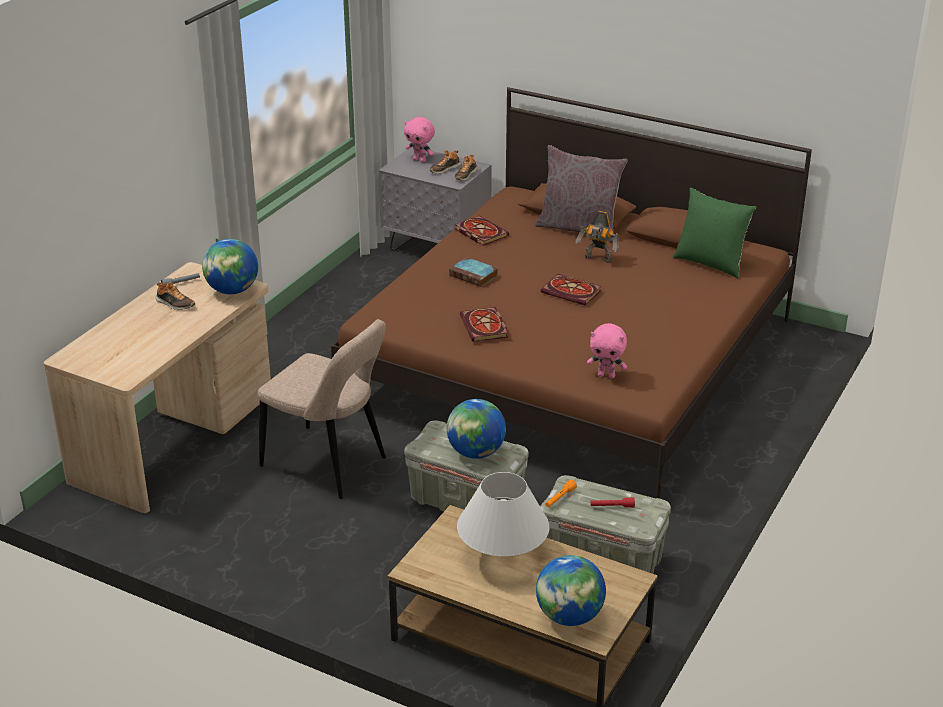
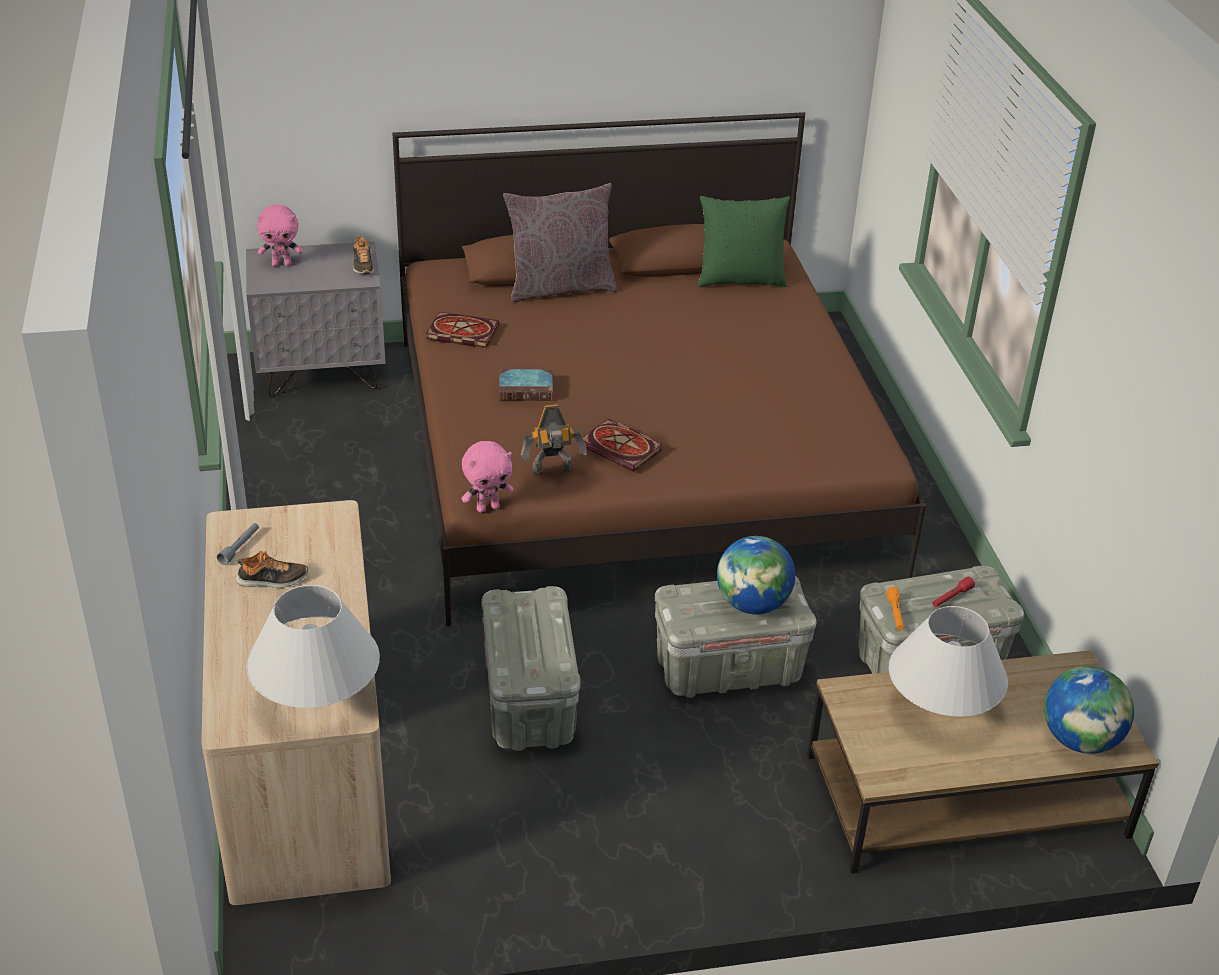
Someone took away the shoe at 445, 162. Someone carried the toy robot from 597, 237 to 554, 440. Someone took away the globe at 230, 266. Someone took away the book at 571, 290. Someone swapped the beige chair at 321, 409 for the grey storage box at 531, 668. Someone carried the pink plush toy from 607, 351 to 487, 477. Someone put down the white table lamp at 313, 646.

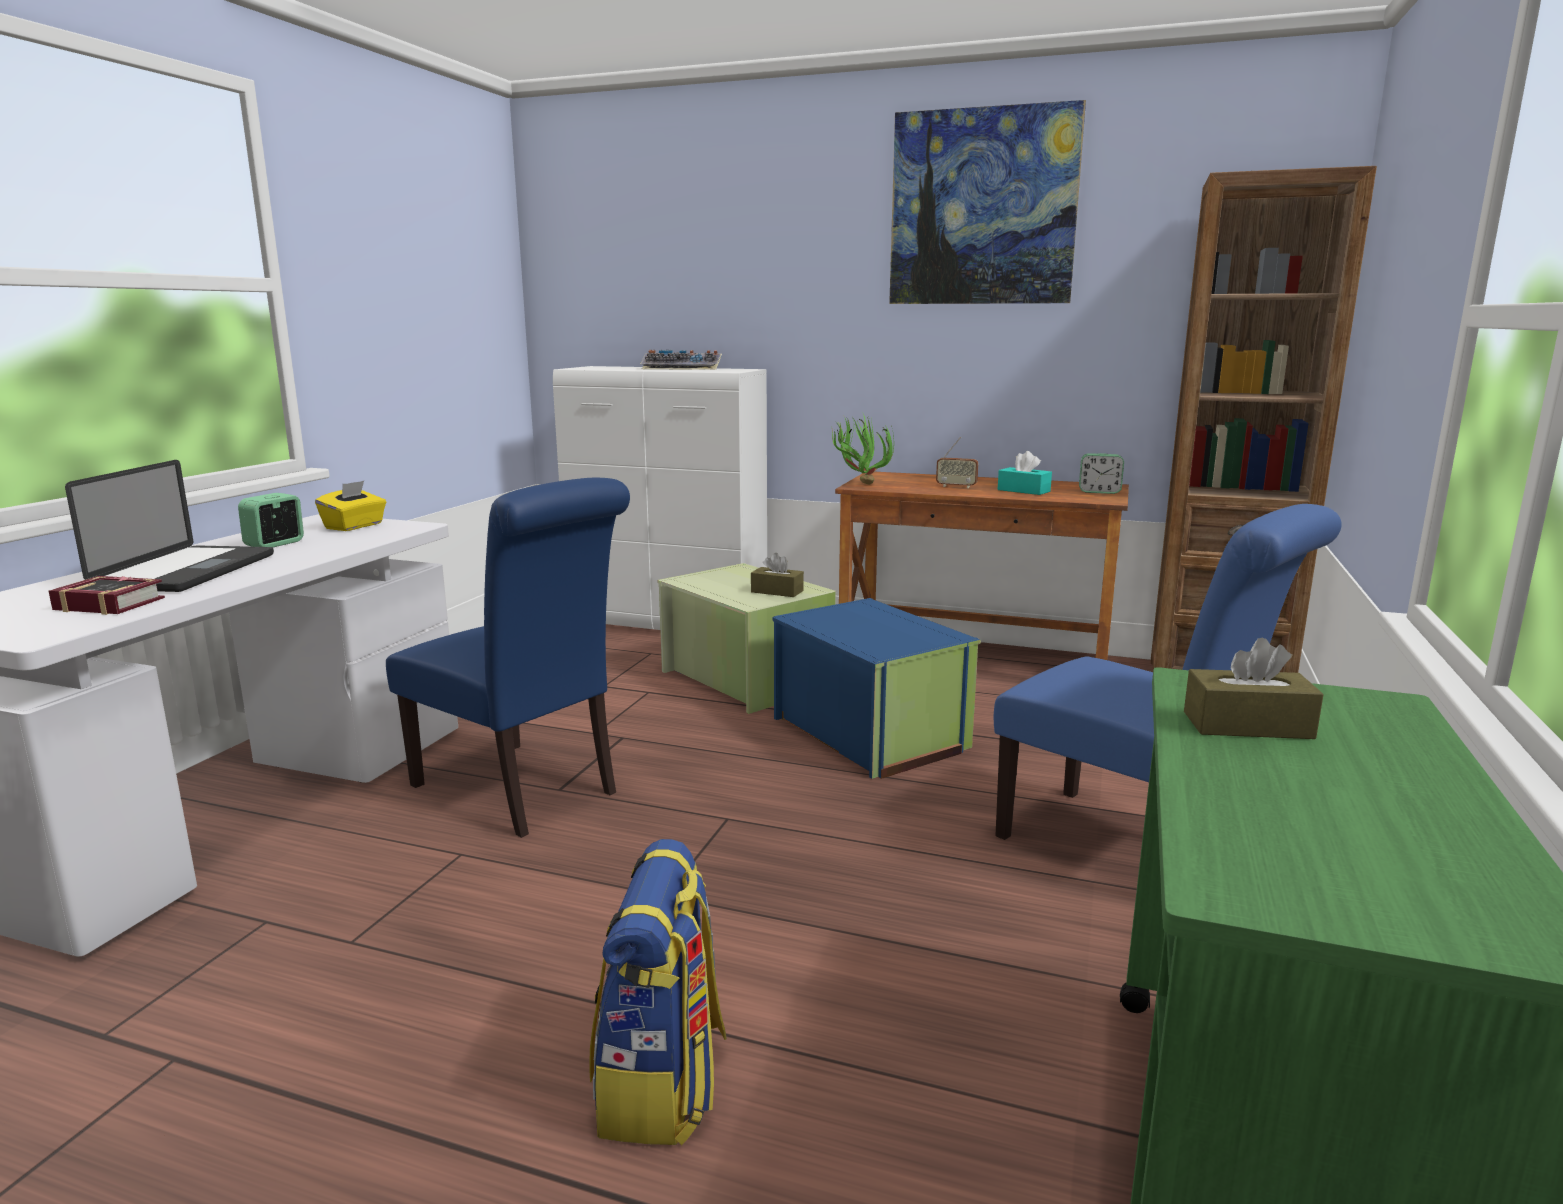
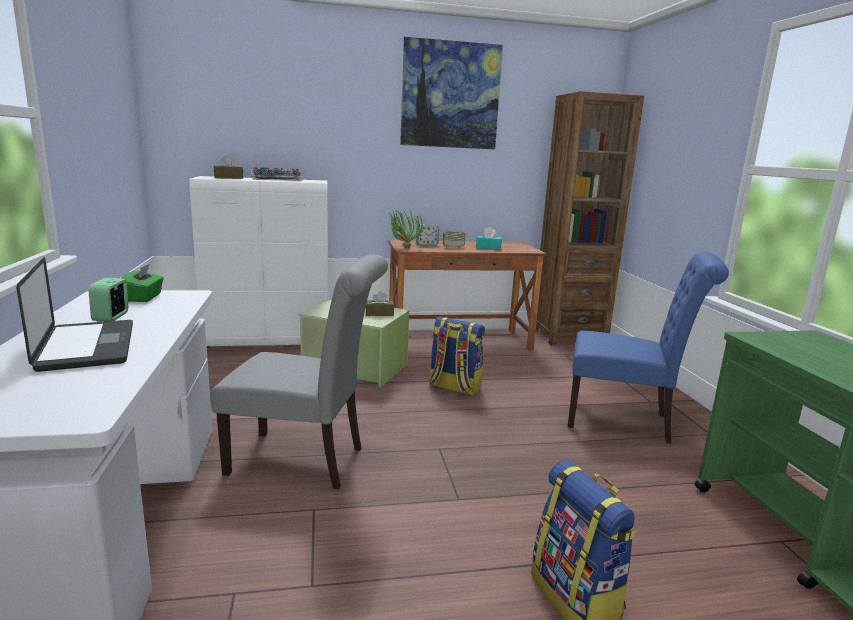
Someone carried the alarm clock from 1101, 473 to 427, 234. Someone repainted the blue chair at 508, 658, which became the grey chair at 299, 372. Someone repainted the yellow tissue box at 350, 506, which became the green tissue box at 142, 283. Someone took away the book at 107, 595. Someone swapped the blue storage box at 876, 688 for the backpack at 457, 356. Someone carried the brown tissue box from 1254, 688 to 228, 167.

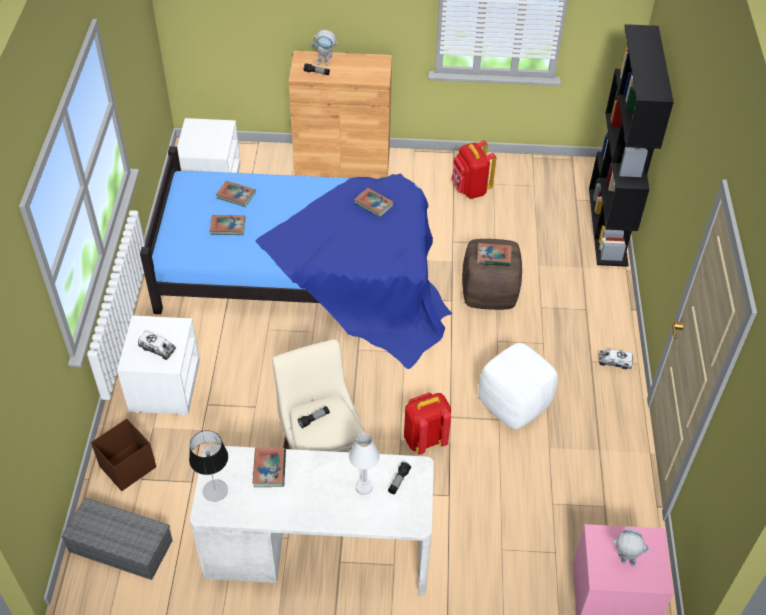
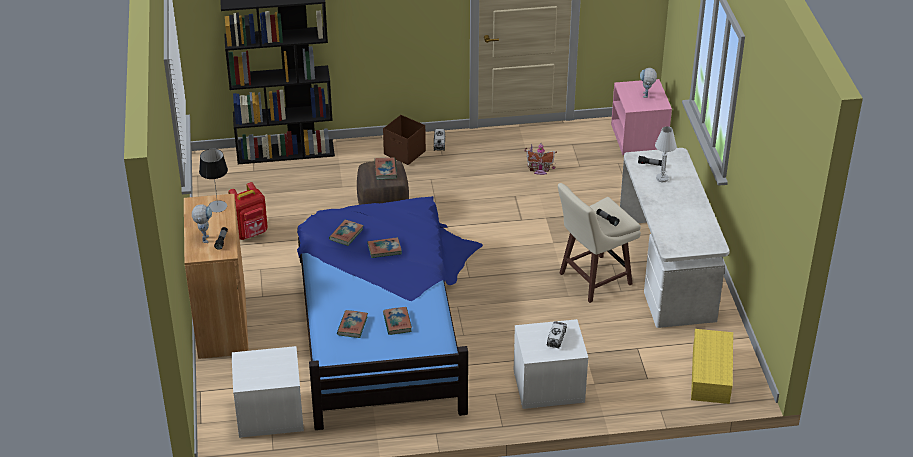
Someone took away the white ottoman at 518, 386. Someone took away the red backpack at 427, 424. Someone carried the brown storage box from 123, 455 to 404, 140. Someone carried the table lamp from 208, 466 to 213, 180. Someone carried the book from 269, 467 to 385, 247. Someone repainted the grey storage box at 117, 538, which became the yellow storage box at 712, 366. Someone put down the toy house at 540, 159.

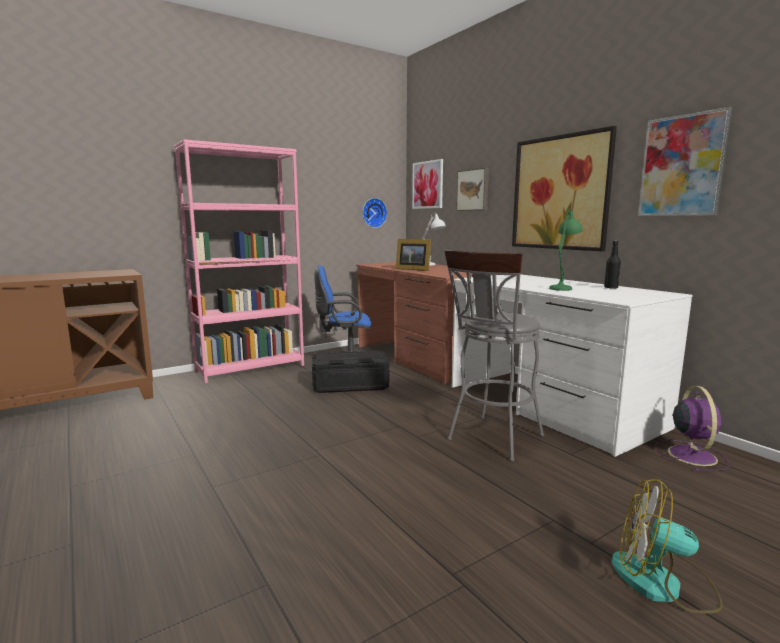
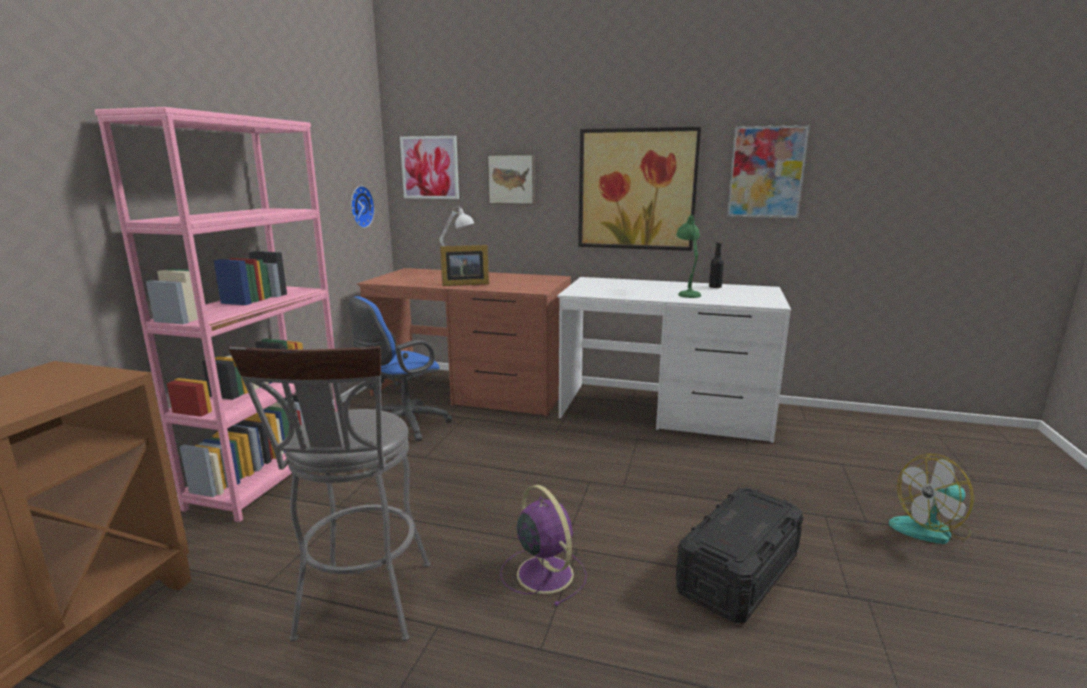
Someone carried the grey stool from 494, 356 to 329, 494. Someone carried the black storage box from 351, 371 to 739, 555. Someone carried the purple fan from 692, 428 to 543, 545.

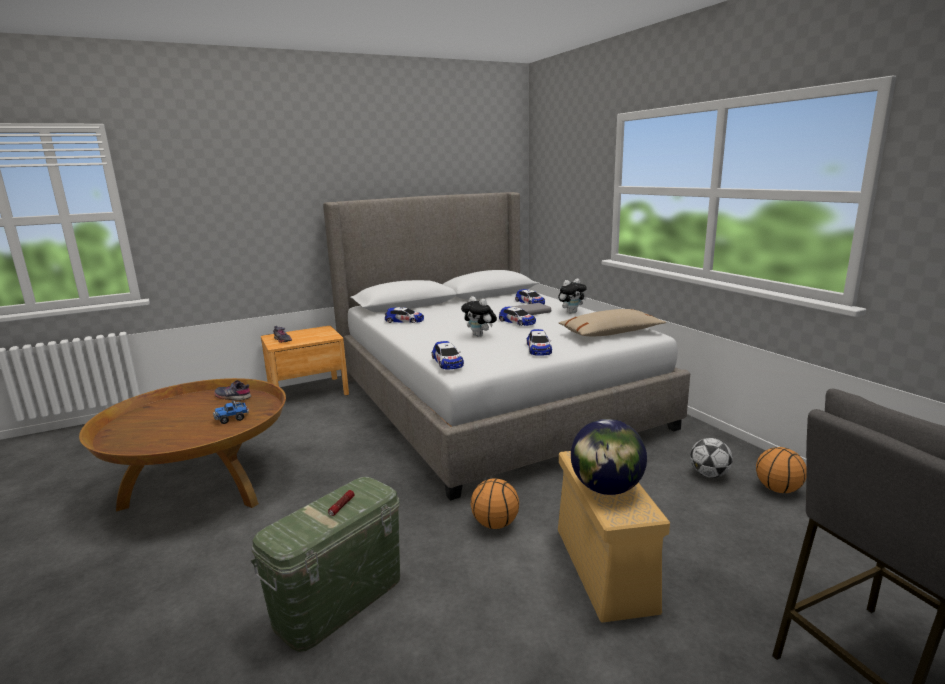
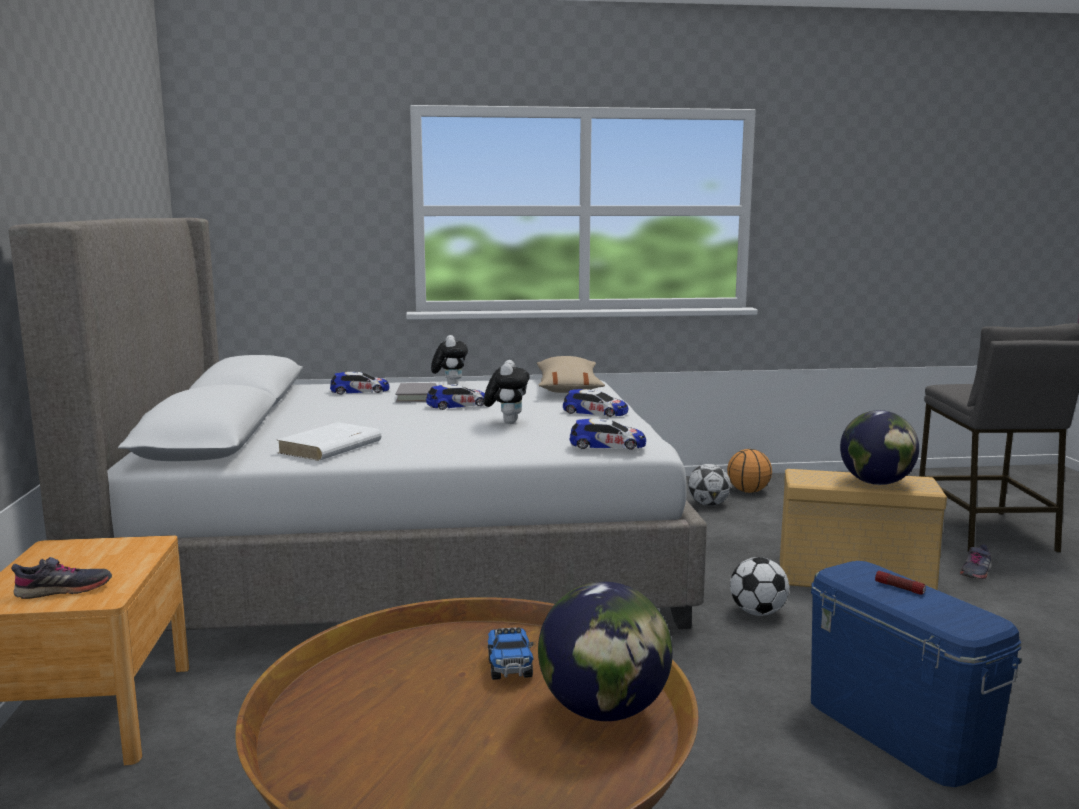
Someone rotated the plush toy at 479, 316 by 60 degrees counterclockwise. Someone swapped the toy car at 404, 315 for the white book at 329, 441. Someone carried the grey shoe from 232, 390 to 976, 561. Someone repainted the green storage box at 325, 564, which became the blue storage box at 916, 674. Someone swapped the basketball at 495, 503 for the football at 759, 586. Someone put down the globe at 605, 651.

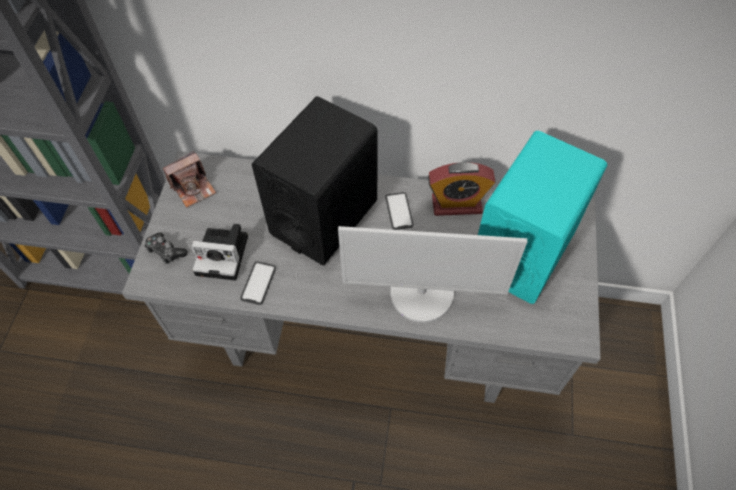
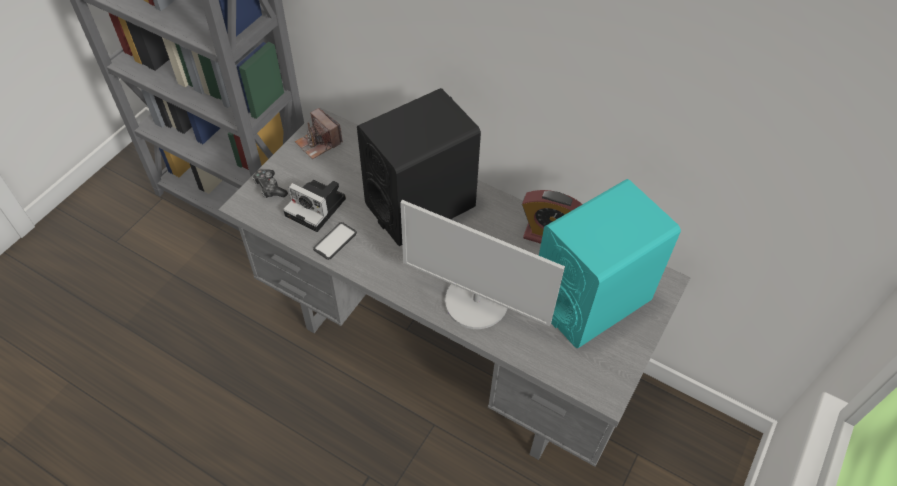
Someone rotated the photo camera at 189, 179 by 60 degrees clockwise. Someone took away the phone at 399, 211.

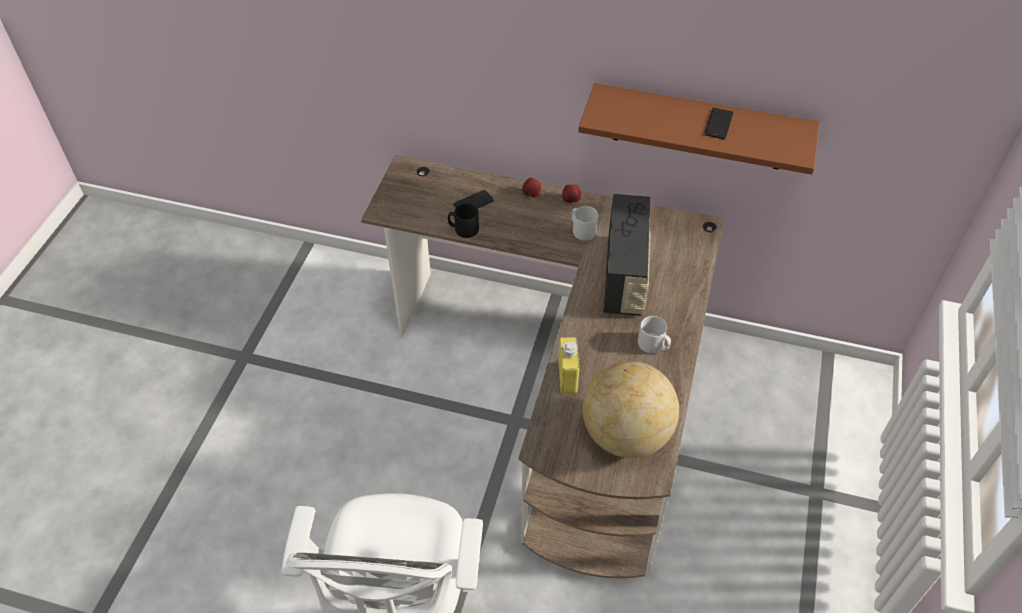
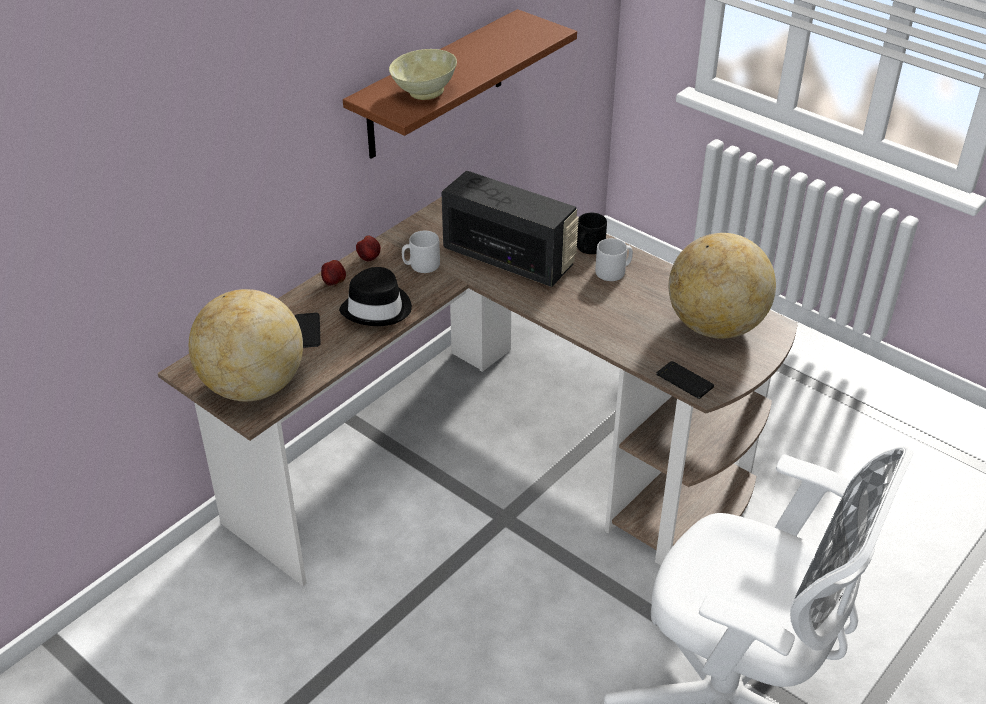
Someone carried the phone from 718, 123 to 685, 380. Someone carried the black mug from 463, 220 to 592, 233. Someone took away the yellow bottle at 568, 365. Someone put down the beige bowl at 423, 74. Someone put down the black hat at 375, 296. Someone put down the globe at 246, 345.

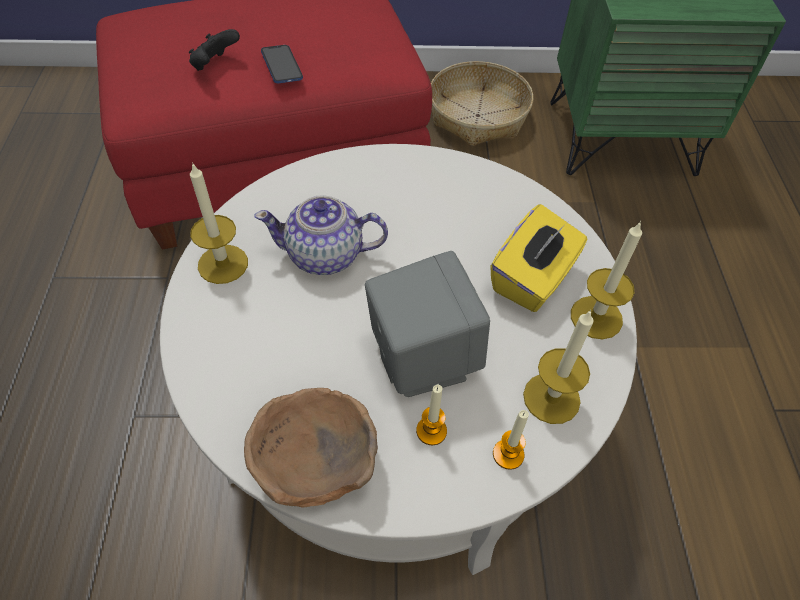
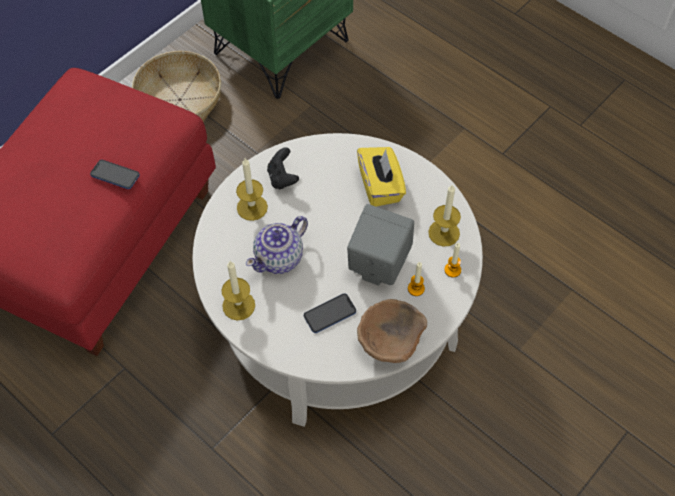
Someone carried the black game controller from 214, 50 to 283, 168. Someone carried the candle from 606, 280 to 252, 189. Someone put down the phone at 330, 313.

